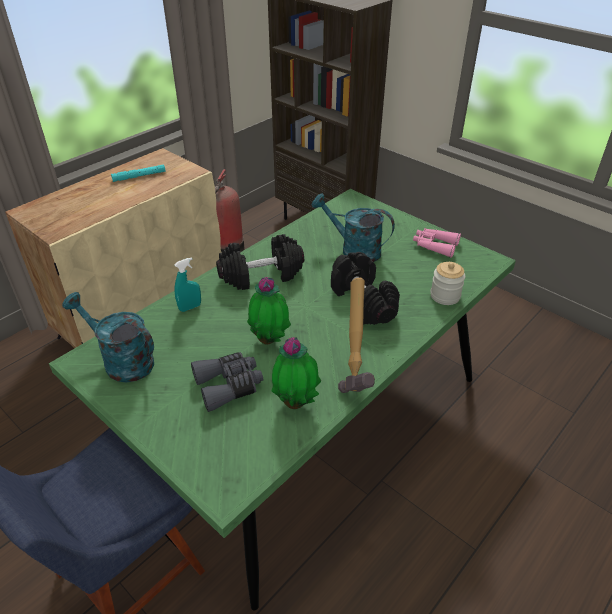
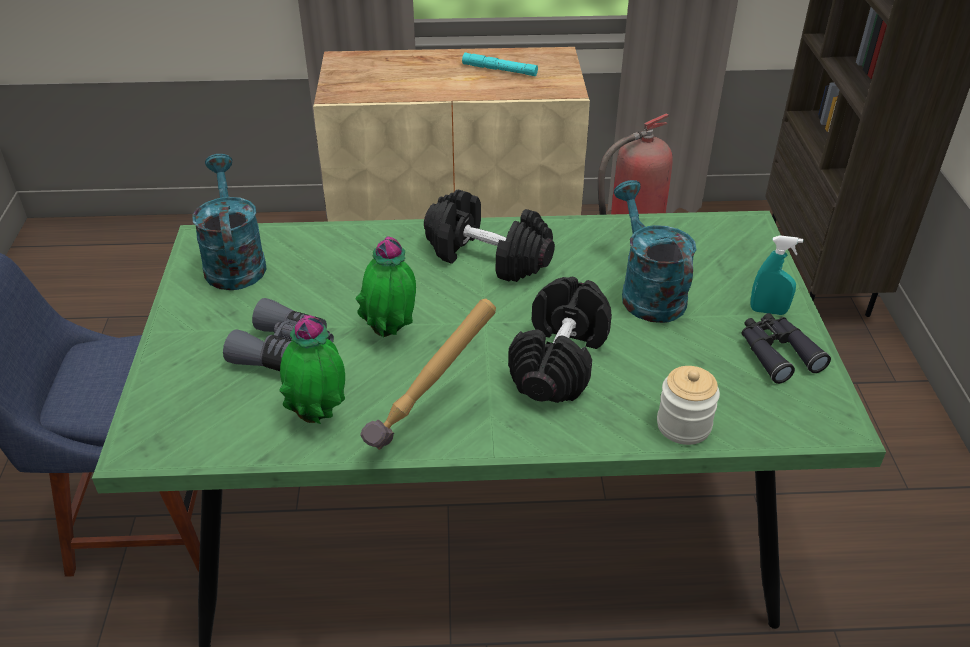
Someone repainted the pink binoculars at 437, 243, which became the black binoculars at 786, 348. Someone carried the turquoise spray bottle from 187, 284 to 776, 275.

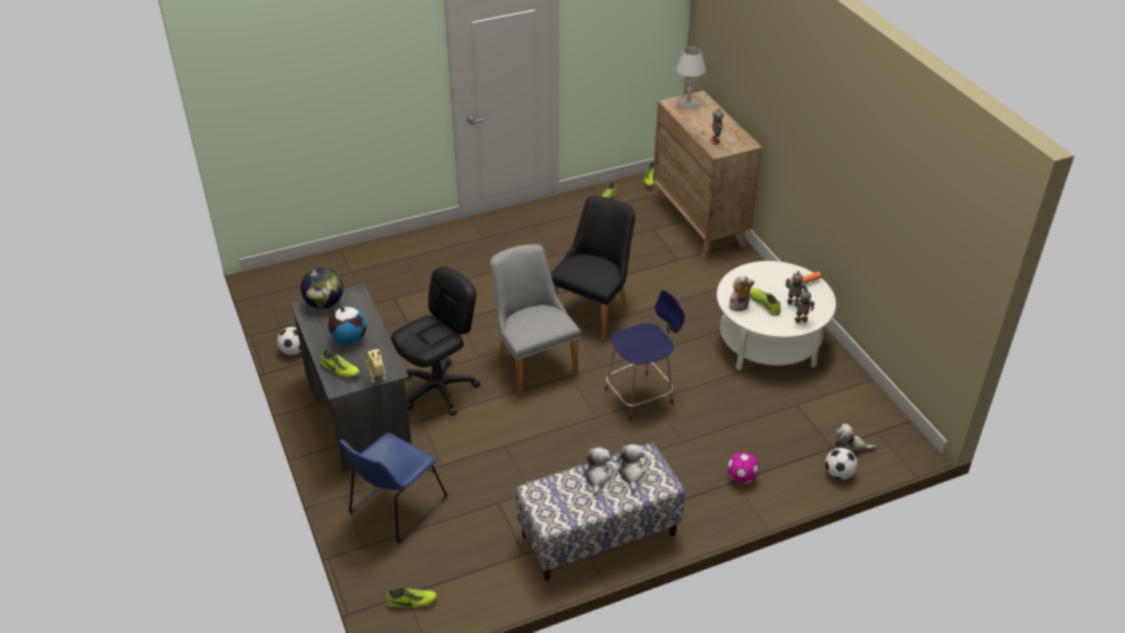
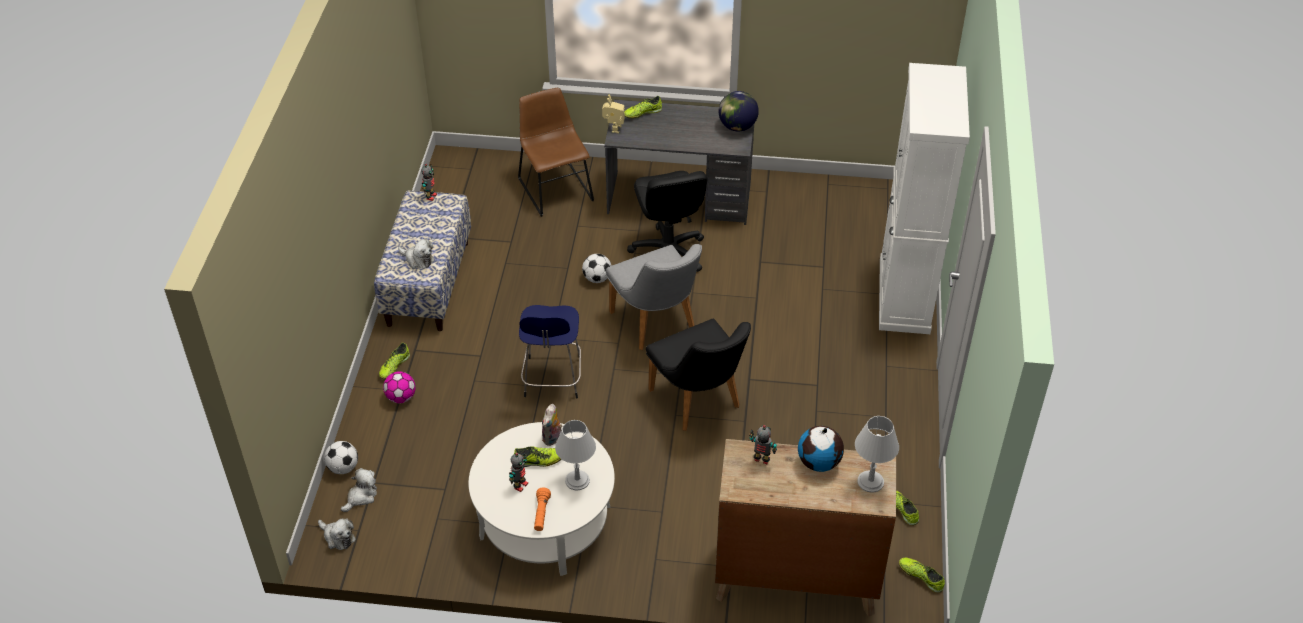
Someone rotated the grey chair at 535, 320 by 60 degrees clockwise. Someone carried the toy robot from 804, 306 to 429, 182. Someone carried the globe from 347, 325 to 821, 449. Someone carried the football from 289, 341 to 597, 268. Someone repainted the blue chair at 393, 488, which became the brown chair at 556, 152. Someone carried the plush toy from 597, 471 to 337, 534. Someone carried the shoe from 411, 598 to 394, 361. Someone put down the white cabinet at 924, 198. Someone put down the grey table lamp at 575, 455.

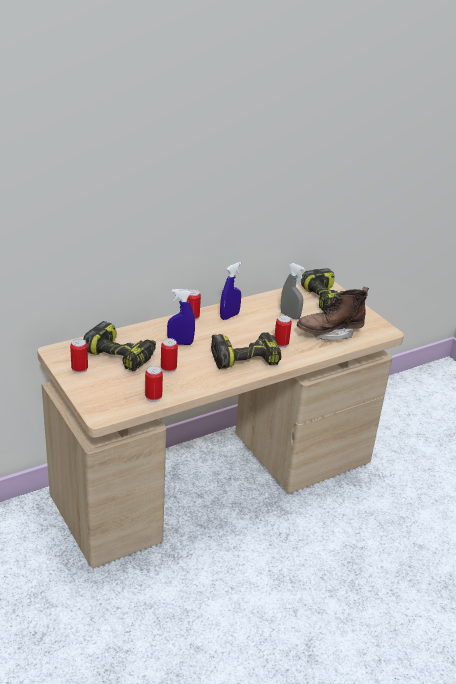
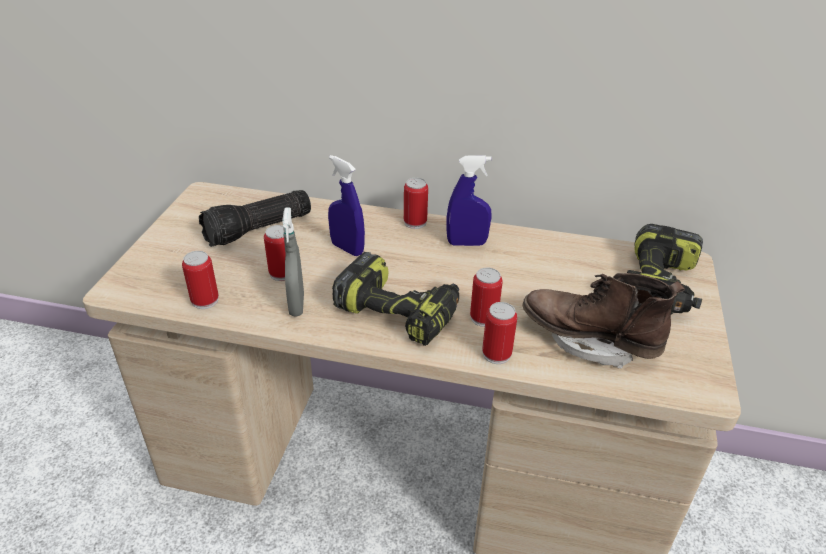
Someone carried the grey spray bottle from 293, 291 to 293, 262. Someone swapped the power drill at 119, 346 for the flashlight at 255, 218. Someone carried the can from 79, 356 to 499, 333.

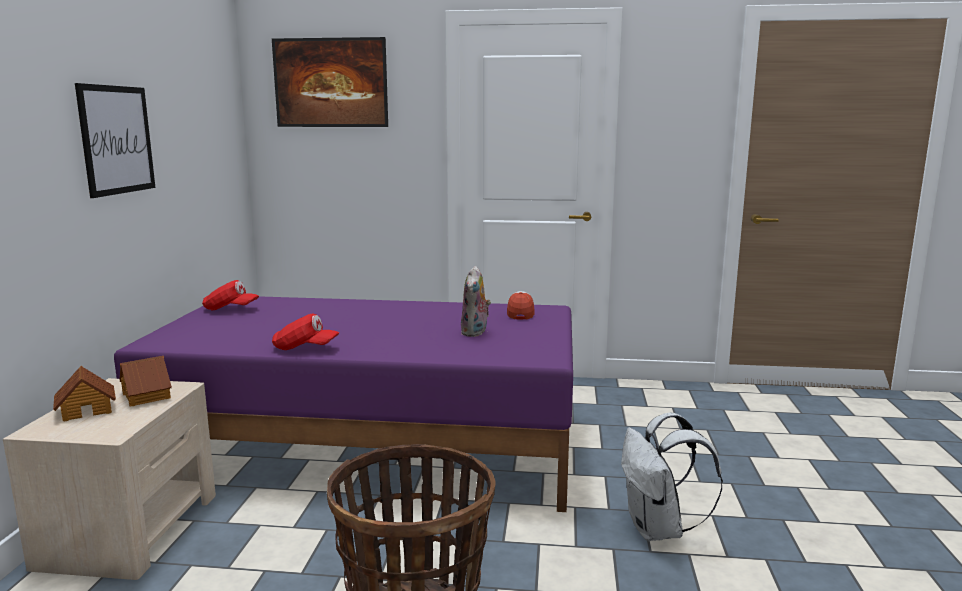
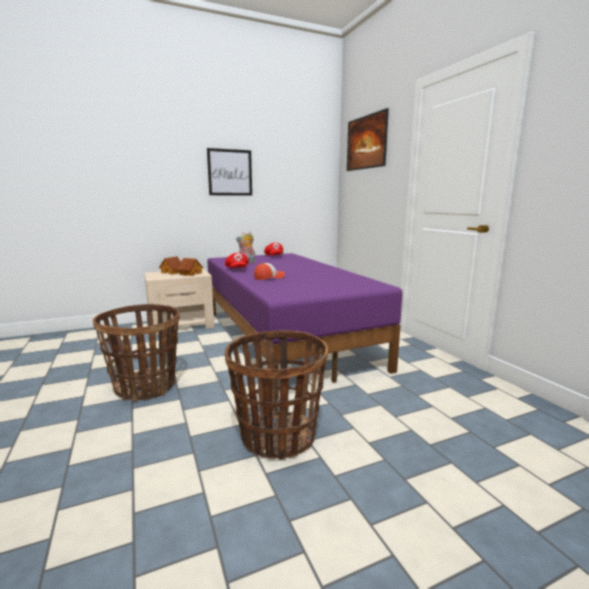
Someone carried the plush toy from 476, 301 to 245, 247. Someone carried the cap from 520, 305 to 269, 271. Someone swapped the white backpack at 672, 477 for the basket at 276, 395.

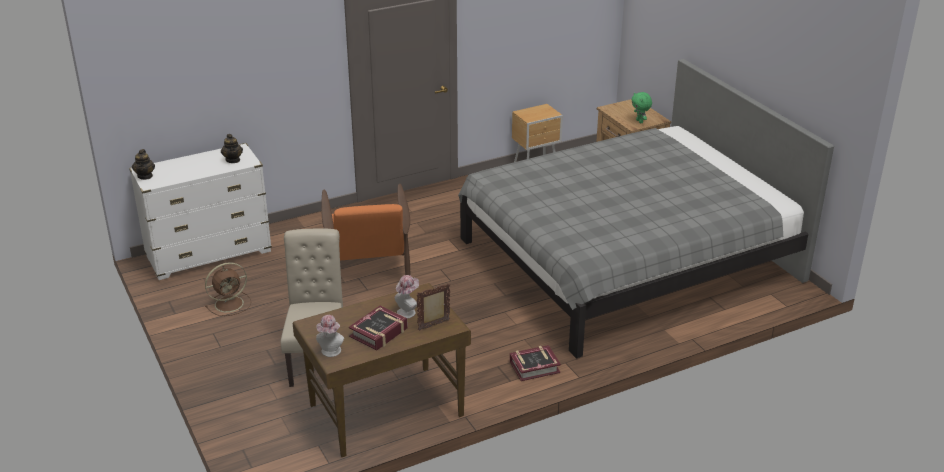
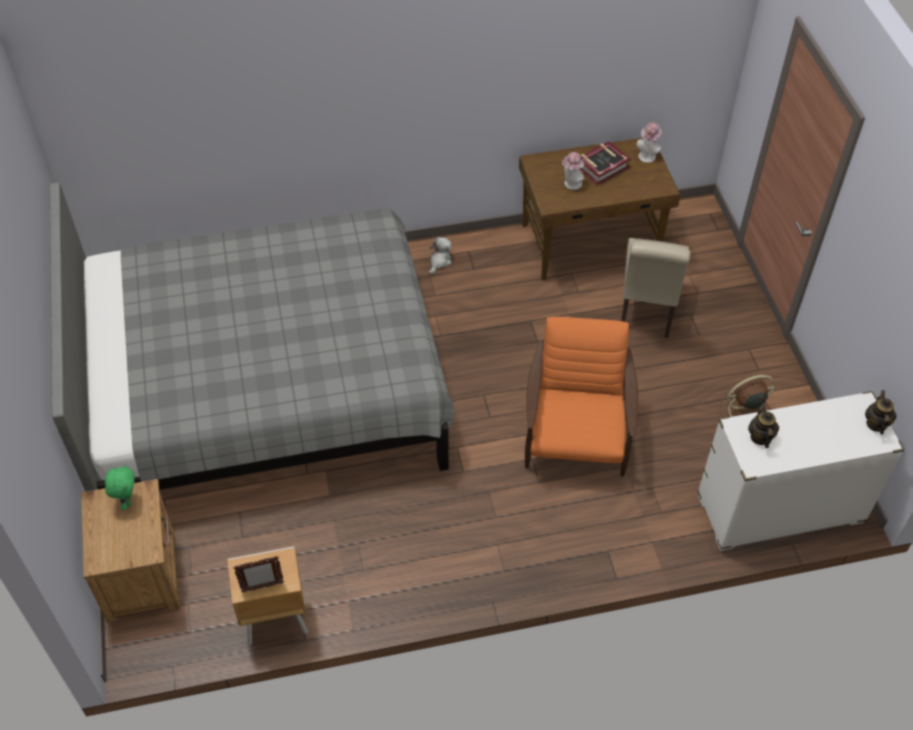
Someone carried the picture frame from 433, 307 to 258, 574. Someone swapped the book at 535, 363 for the plush toy at 440, 256.

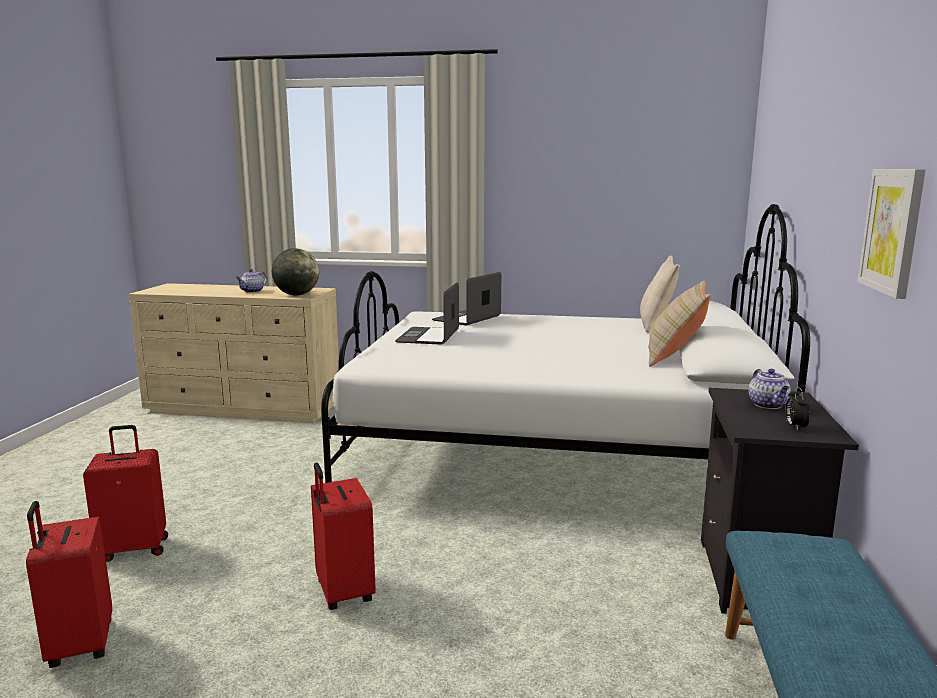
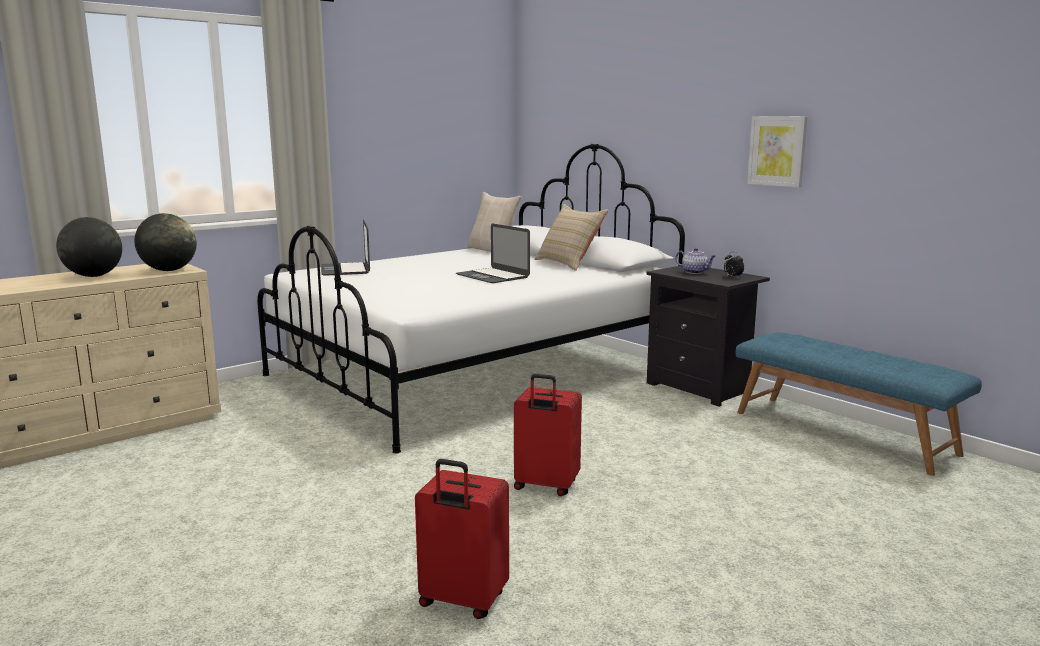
Someone swapped the teapot at 251, 281 for the globe at 89, 247. Someone carried the laptop from 427, 313 to 493, 253. Someone took away the red suitcase at 125, 493.

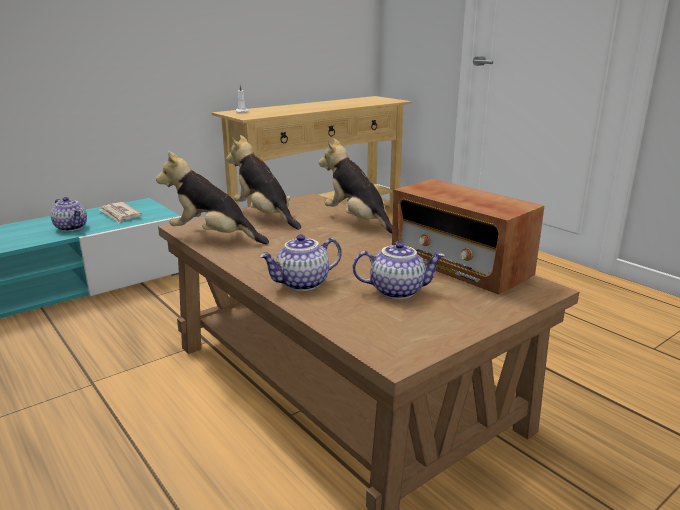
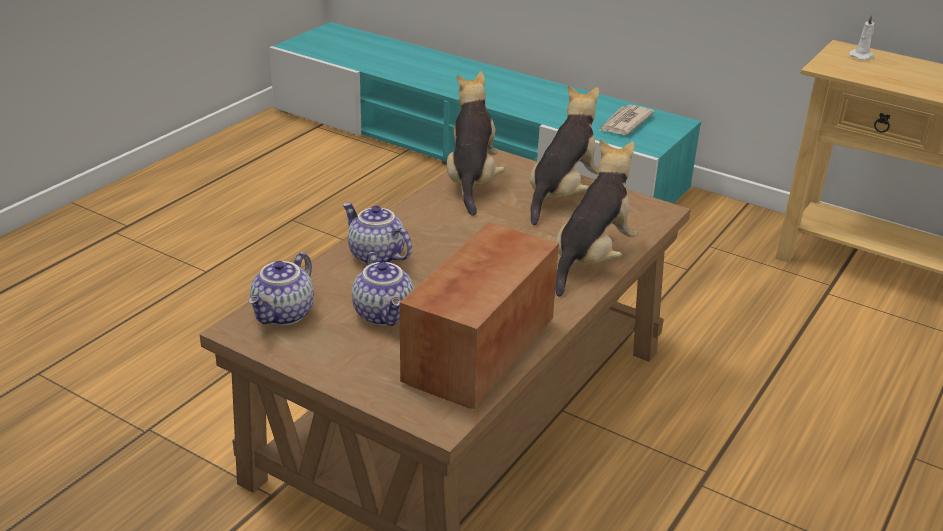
Someone carried the teapot from 69, 214 to 281, 289.

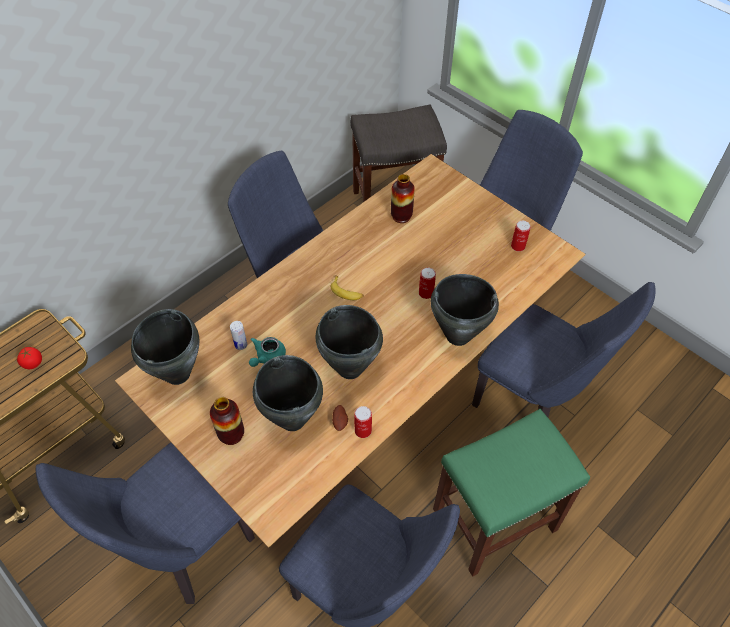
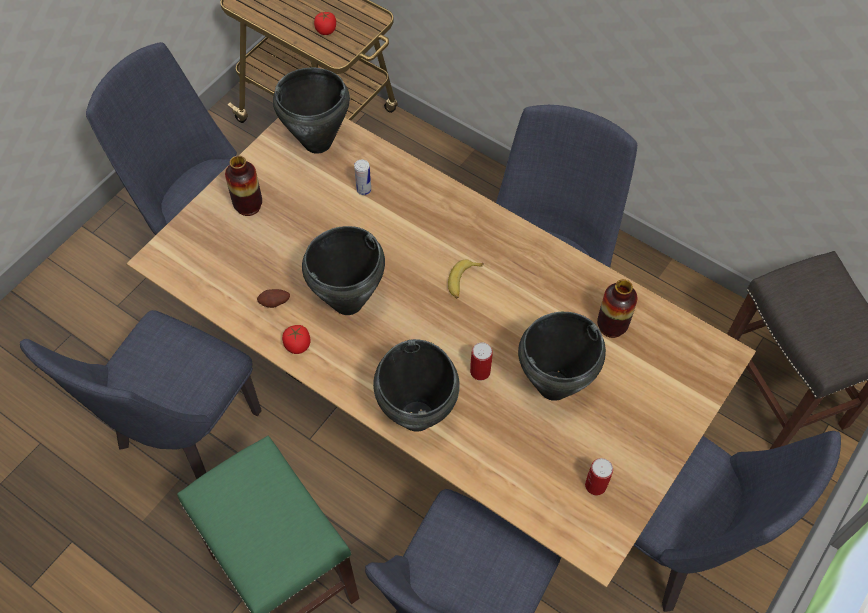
Someone took away the turquoise teapot at 267, 352. Someone carried the black cooking pot from 288, 393 to 562, 356. Someone took away the can at 363, 422. Someone put down the tomato at 296, 339.

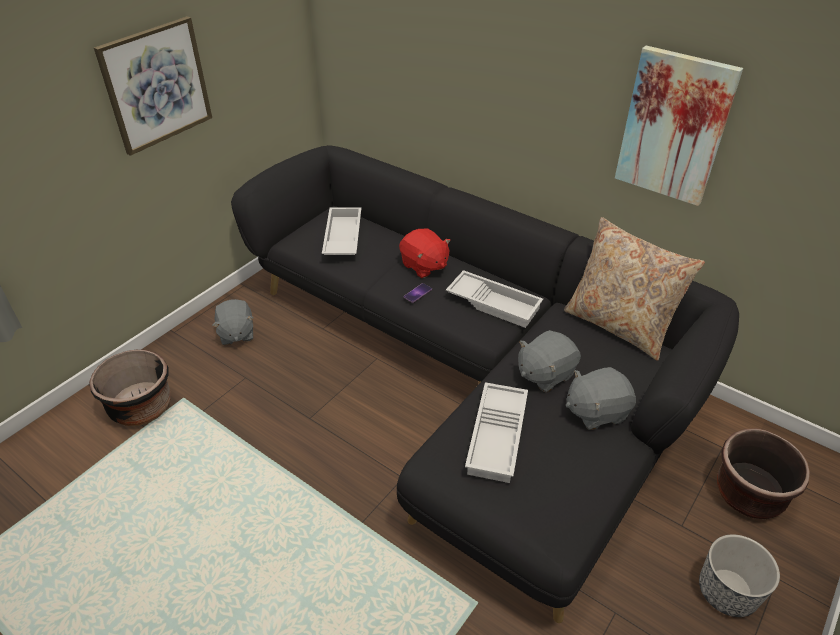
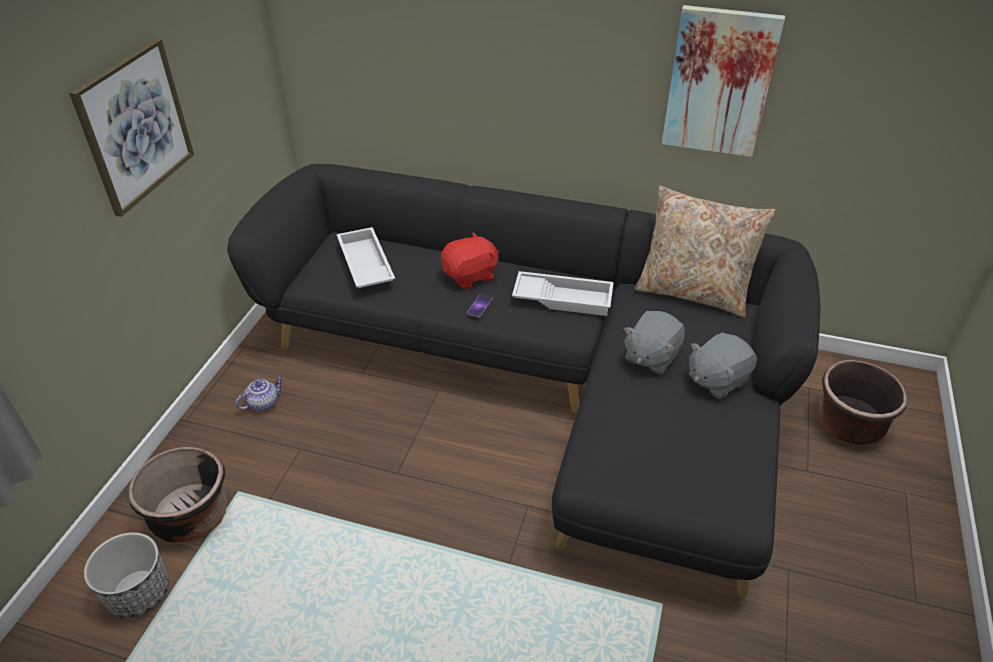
Someone rotated the red plush toy at 425, 253 by 60 degrees counterclockwise. Someone swapped the grey plush toy at 233, 322 for the teapot at 259, 394. Someone took away the white tray at 496, 432. Someone carried the planter from 739, 575 to 126, 575.

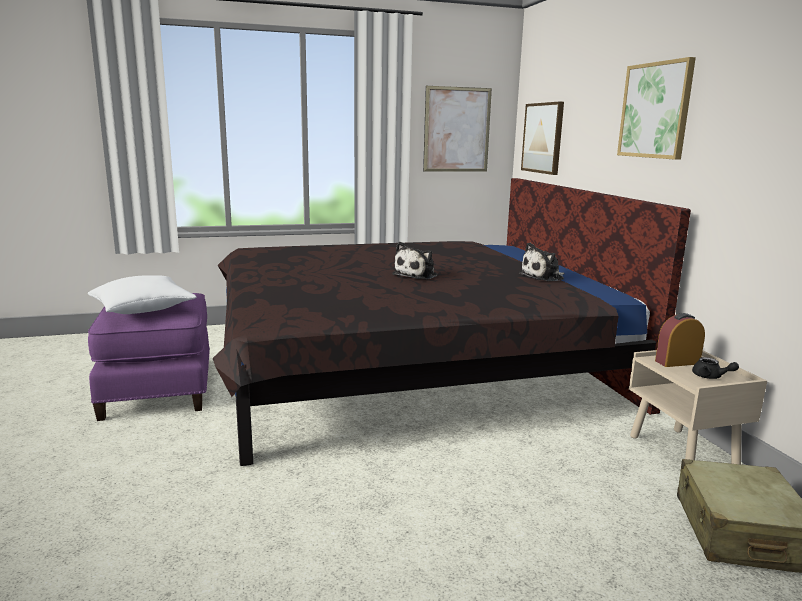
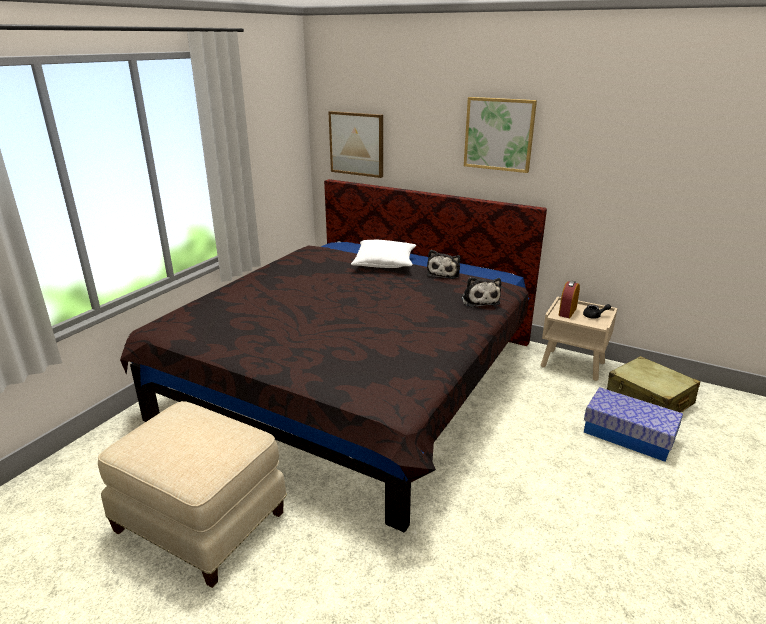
Someone took away the picture at 457, 129. Someone carried the plush toy from 415, 260 to 481, 292. Someone carried the white pillow from 142, 294 to 383, 254. Someone repainted the purple ottoman at 149, 357, which became the beige ottoman at 192, 494. Someone put down the storage box at 633, 424.

